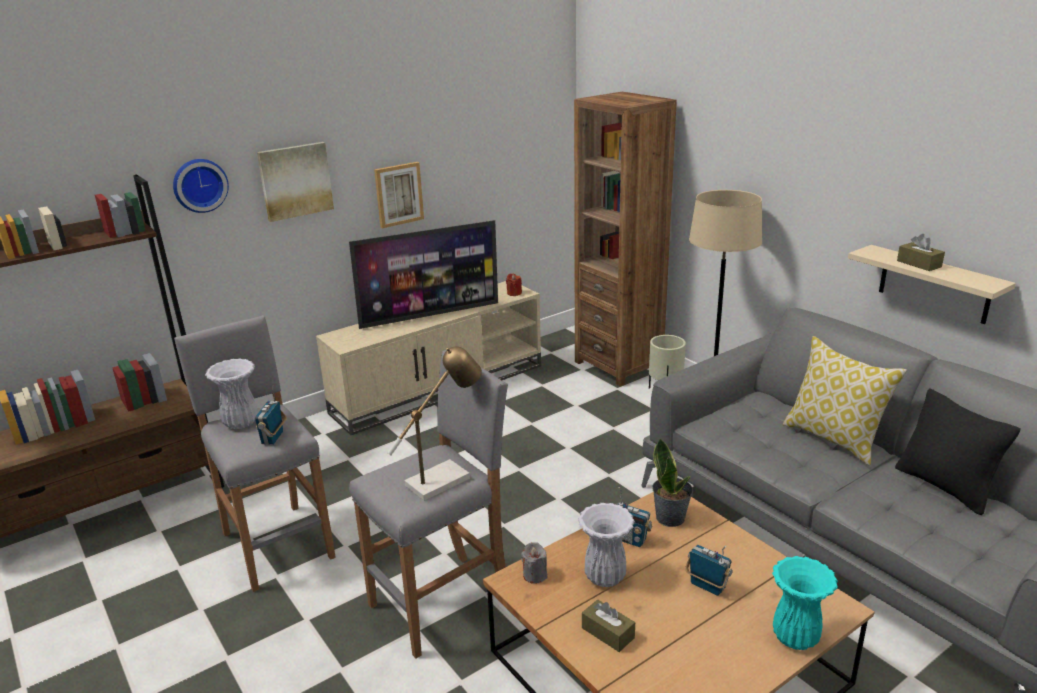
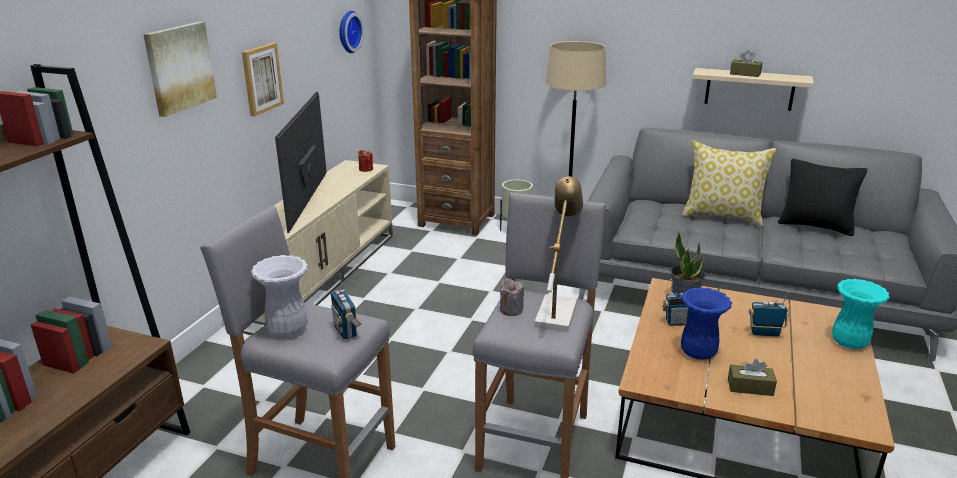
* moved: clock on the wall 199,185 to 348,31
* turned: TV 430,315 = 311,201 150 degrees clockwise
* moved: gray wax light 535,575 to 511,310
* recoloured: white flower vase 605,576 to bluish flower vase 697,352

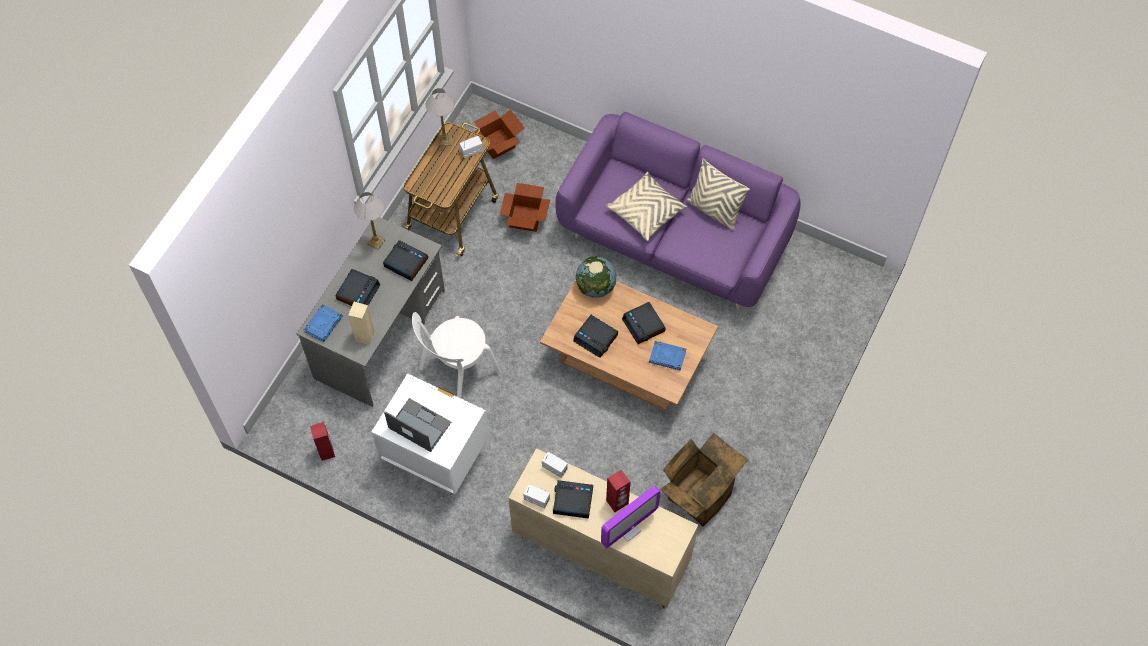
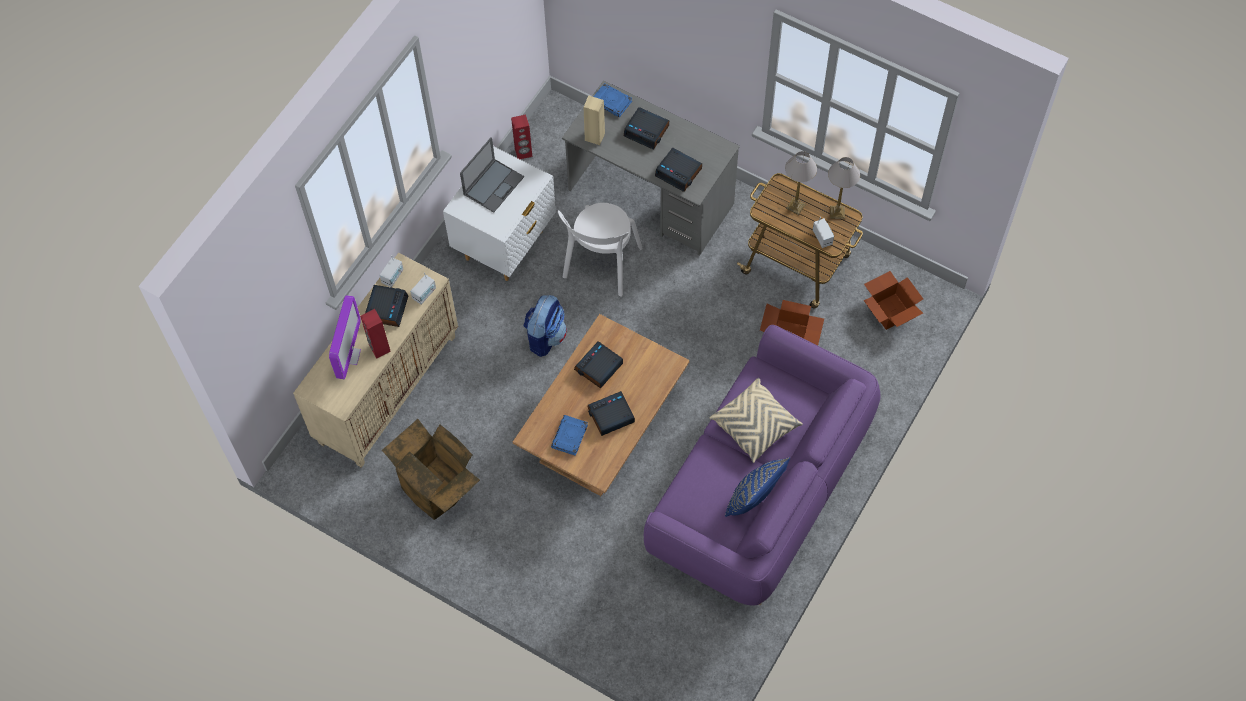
* moved: table lamp 375,242 to 795,206
* turned: bedside clock 405,263 = 679,172 90 degrees clockwise
* turned: white upright chair 457,373 = 601,265 120 degrees counterclockwise
* removed: globe 595,287
* turned: computer screen 628,529 = 349,356 135 degrees counterclockwise
* recoloured: beige-coloured throw pillow 714,210 to bluish throw pillow 754,498
* added: knapsack 545,336

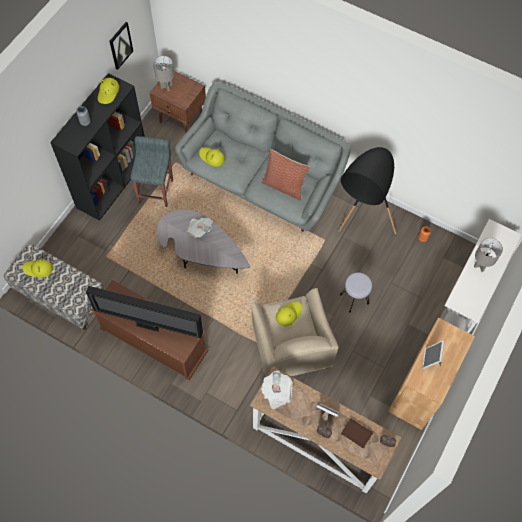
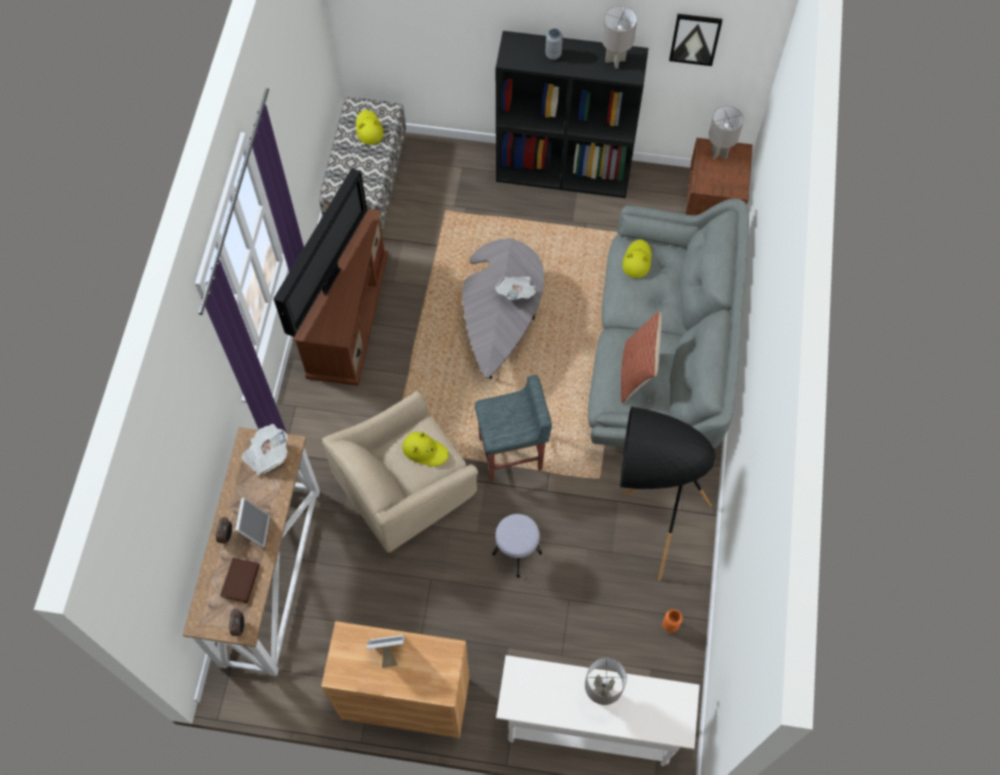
* turned: TV 149,326 = 330,279 150 degrees counterclockwise
* replaced: yellow clothing hat 108,92 to gray table lamp 615,60
* moved: gray stool seat 156,191 to 511,454

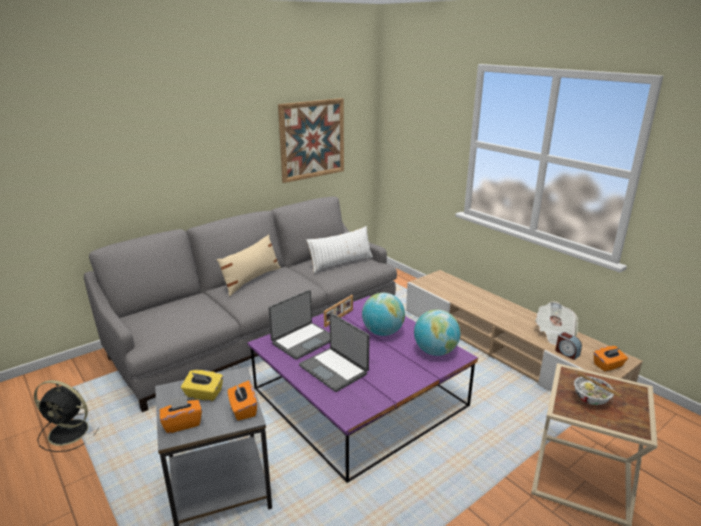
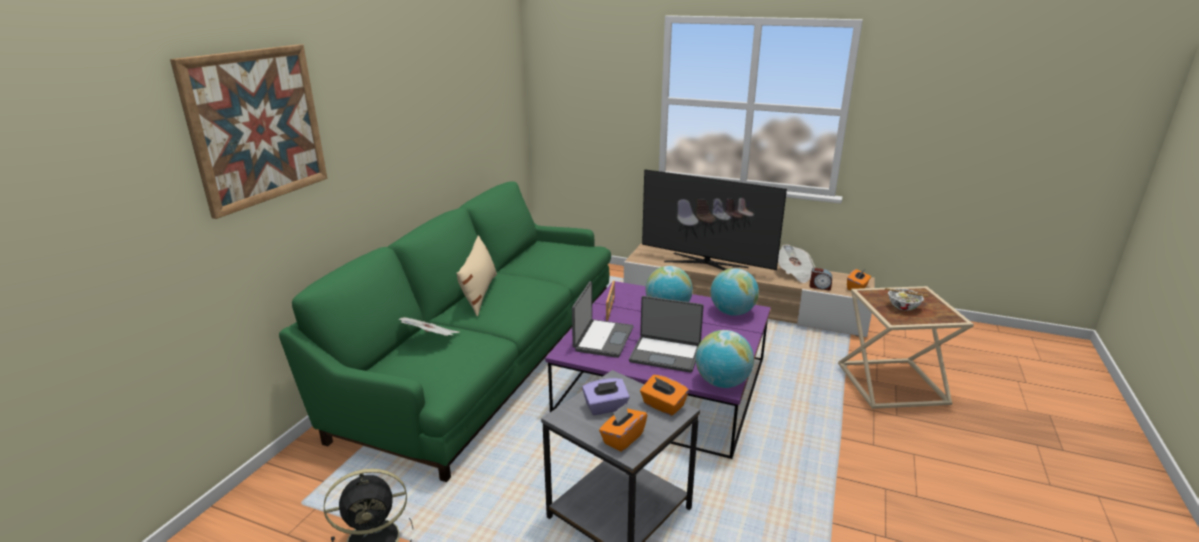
* recoloured: gray settee 260,329 to greenish settee 486,355
* recoloured: yellow tissue holder 203,394 to purple tissue holder 605,407
* moved: wall picture 312,139 to 257,127
* removed: white throw pillow 341,263
* added: printed paper 431,340
* added: TV 706,264
* added: globe 722,382

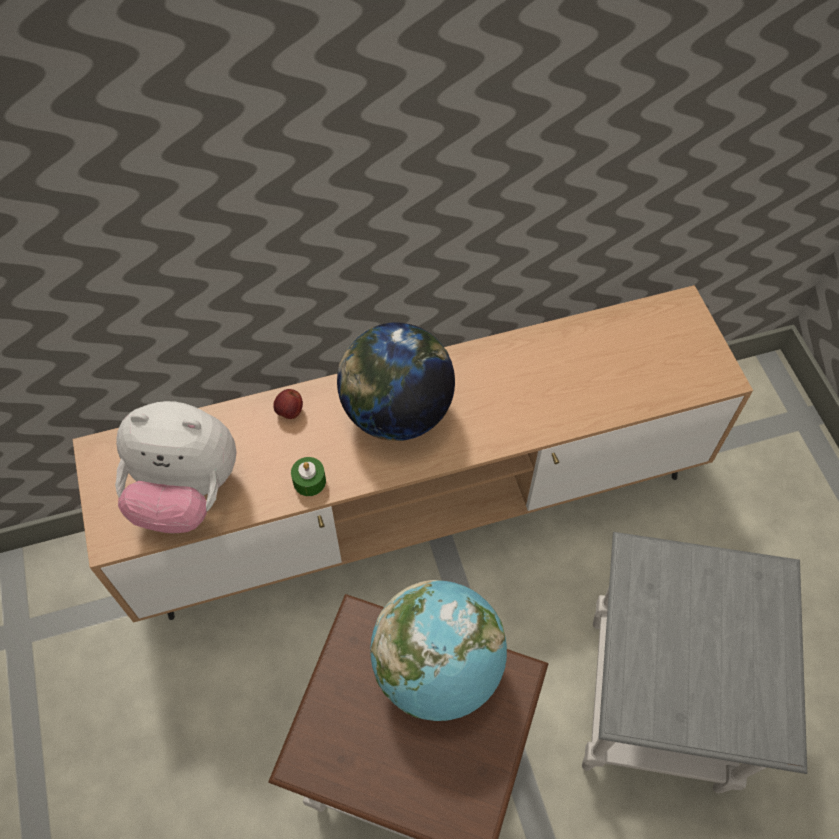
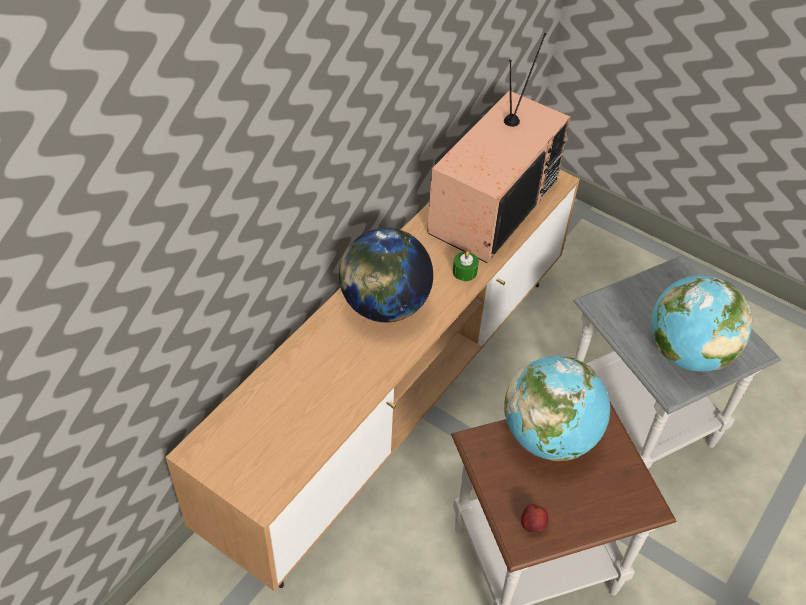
* removed: soft toy 185,492
* moved: whole apple 289,412 to 533,525
* moved: greenish wax light 309,481 to 464,271
* added: TV 492,204
* added: globe 687,352

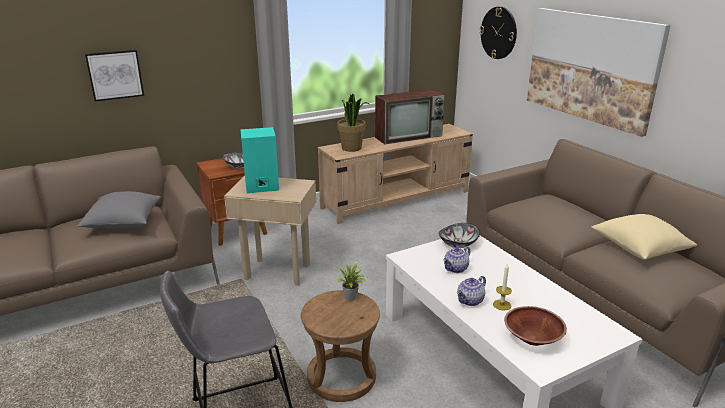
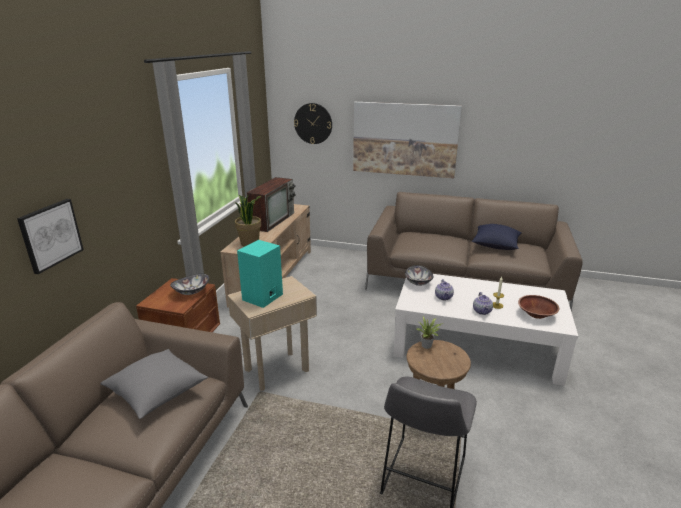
* recoloured: beige-coloured throw pillow 639,249 to bluish throw pillow 495,245

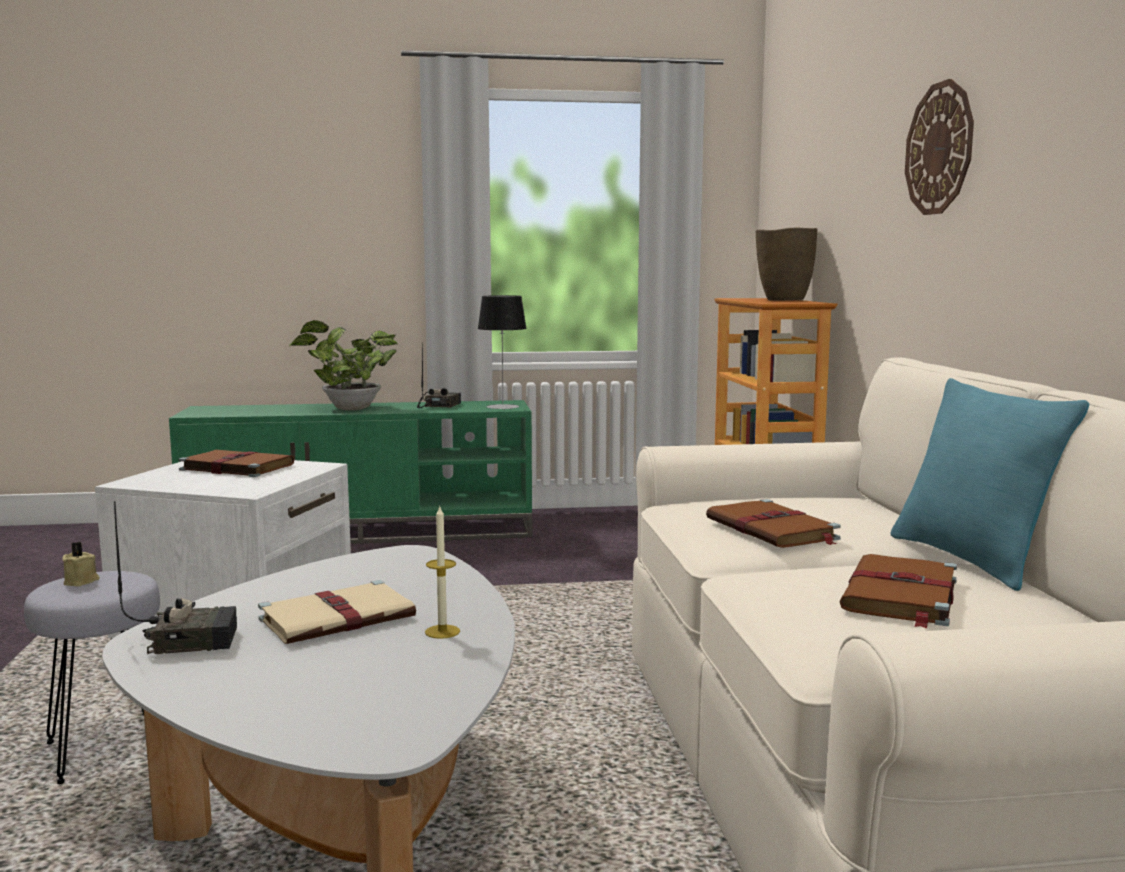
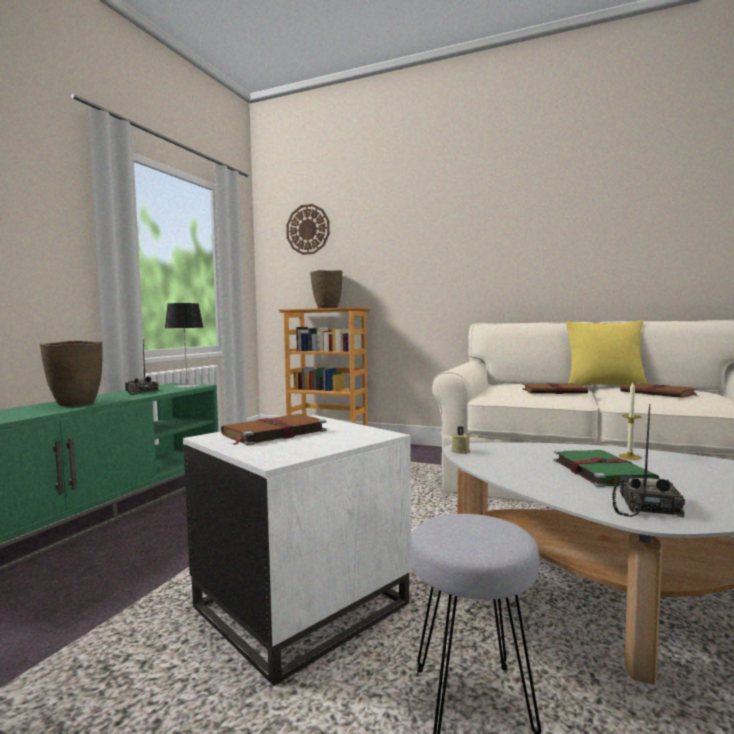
* moved: beige-coloured wax light 82,581 to 460,451
* recoloured: beige-coloured volume 340,618 to greenish volume 600,471
* replaced: houseplant 348,409 to brownish flower vase 76,403
* recoloured: blue-green throw pillow 970,559 to yellow throw pillow 604,386
* moved: clock on the wall 939,148 to 308,229

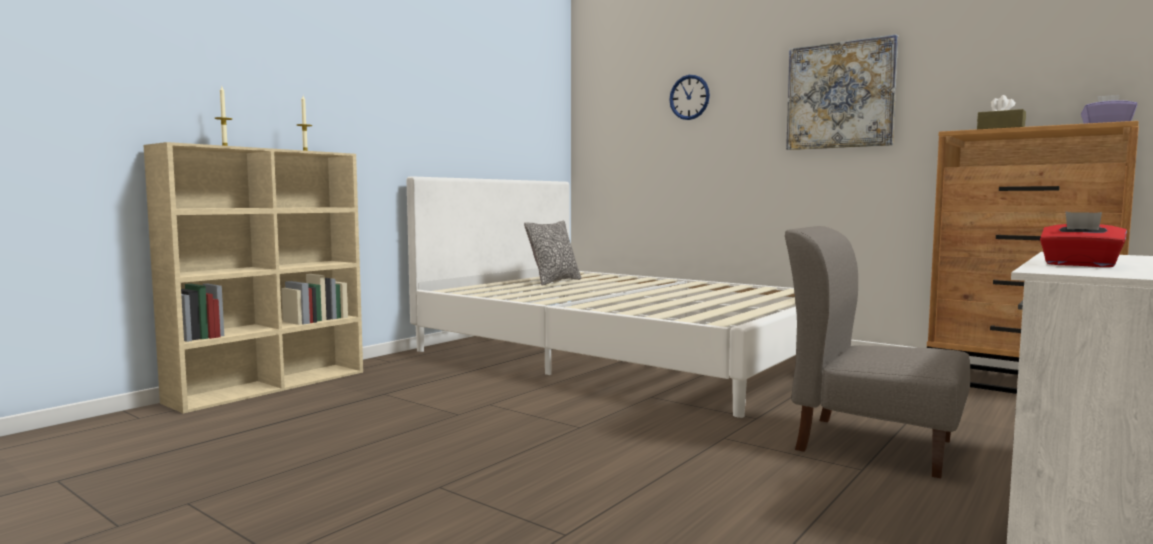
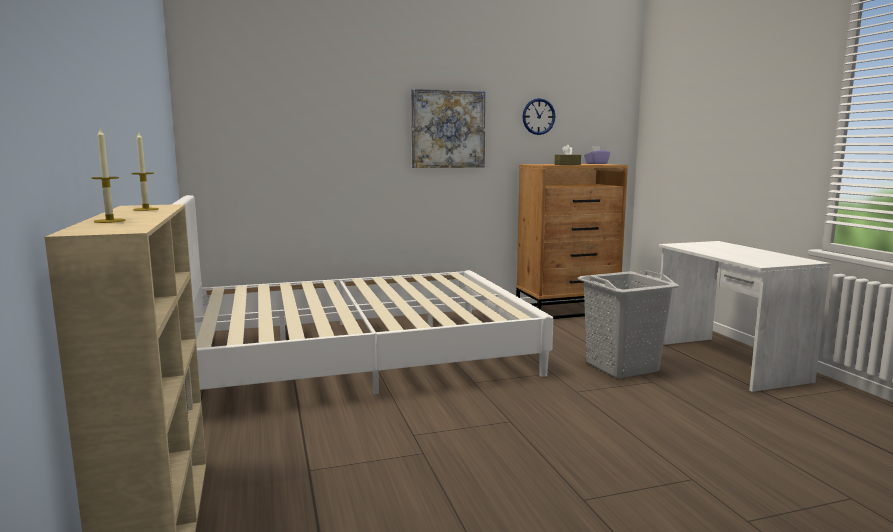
* removed: throw pillow 554,281
* moved: clock on the wall 689,97 to 538,116
* replaced: gray upright chair 872,444 to gray hamper 621,367
* removed: reddish tissue holder 1080,265

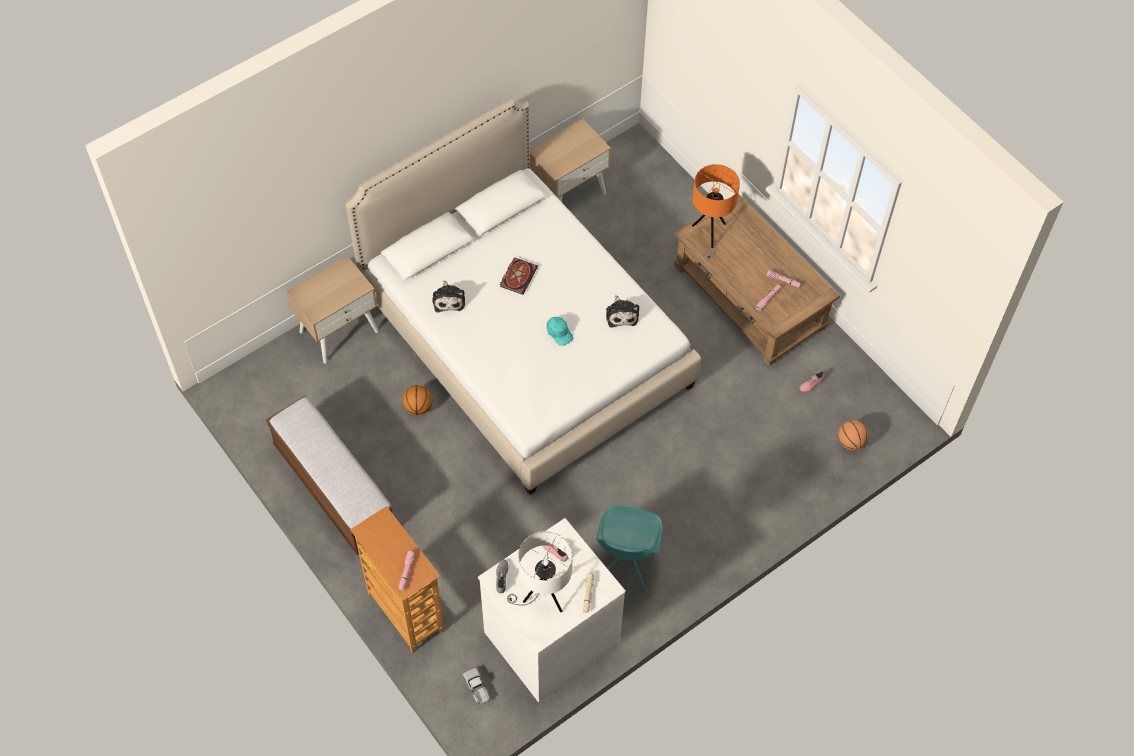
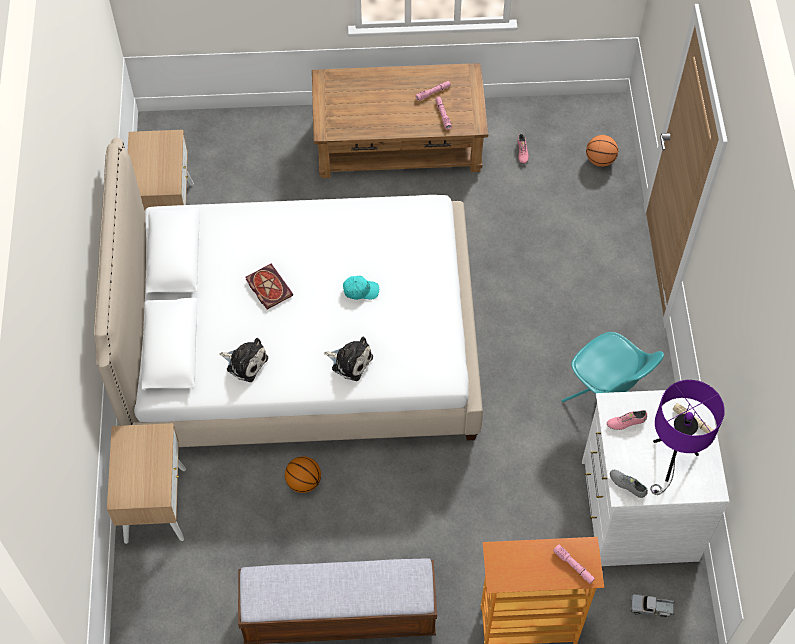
* recoloured: white table lamp 542,597 to purple table lamp 671,461
* moved: soft toy 621,314 to 350,361
* removed: orange-coloured table lamp 709,234

